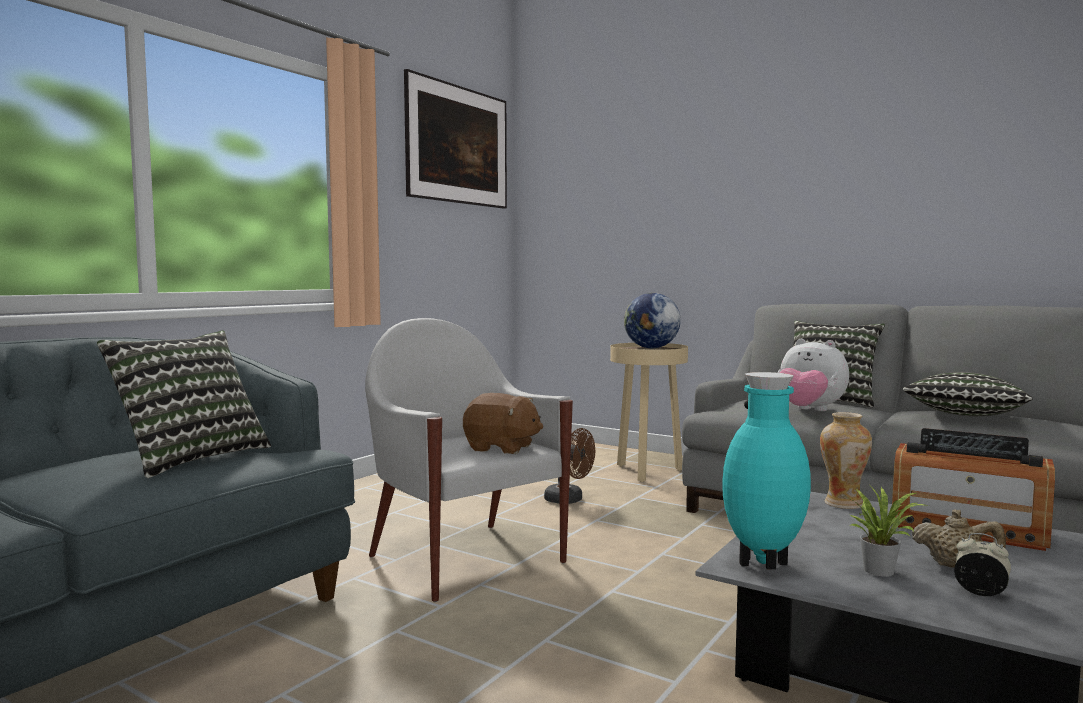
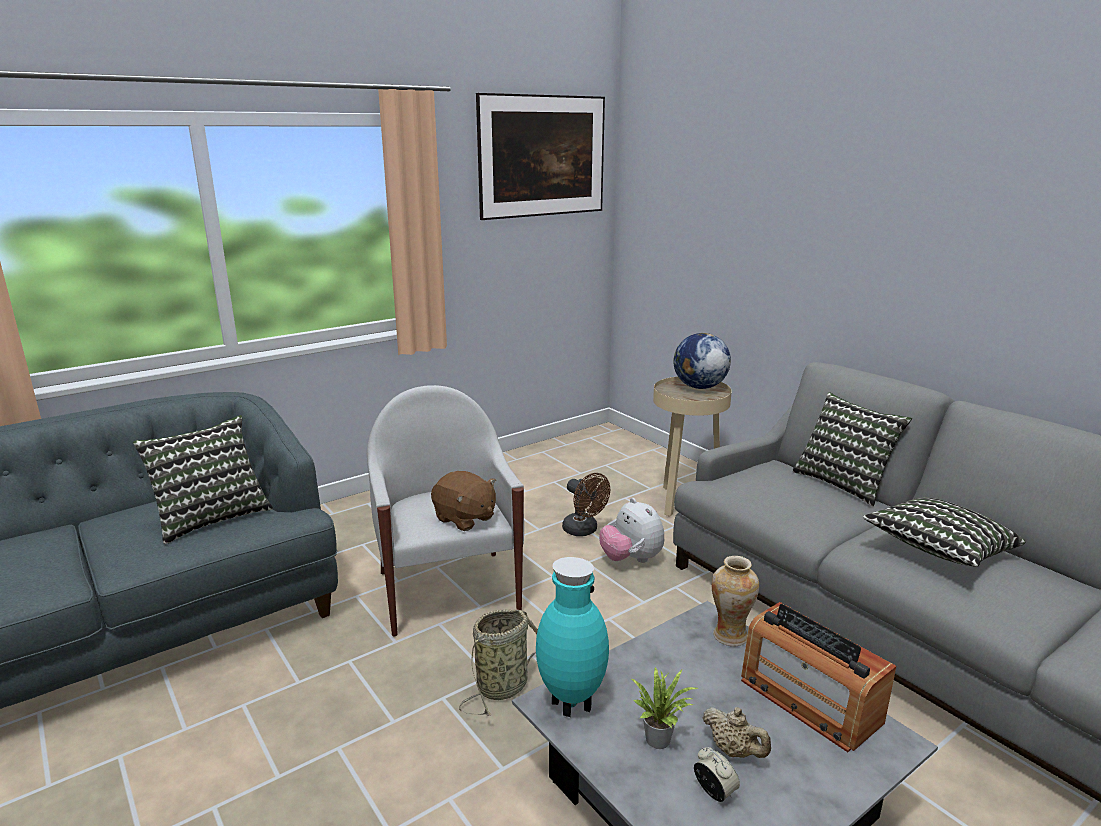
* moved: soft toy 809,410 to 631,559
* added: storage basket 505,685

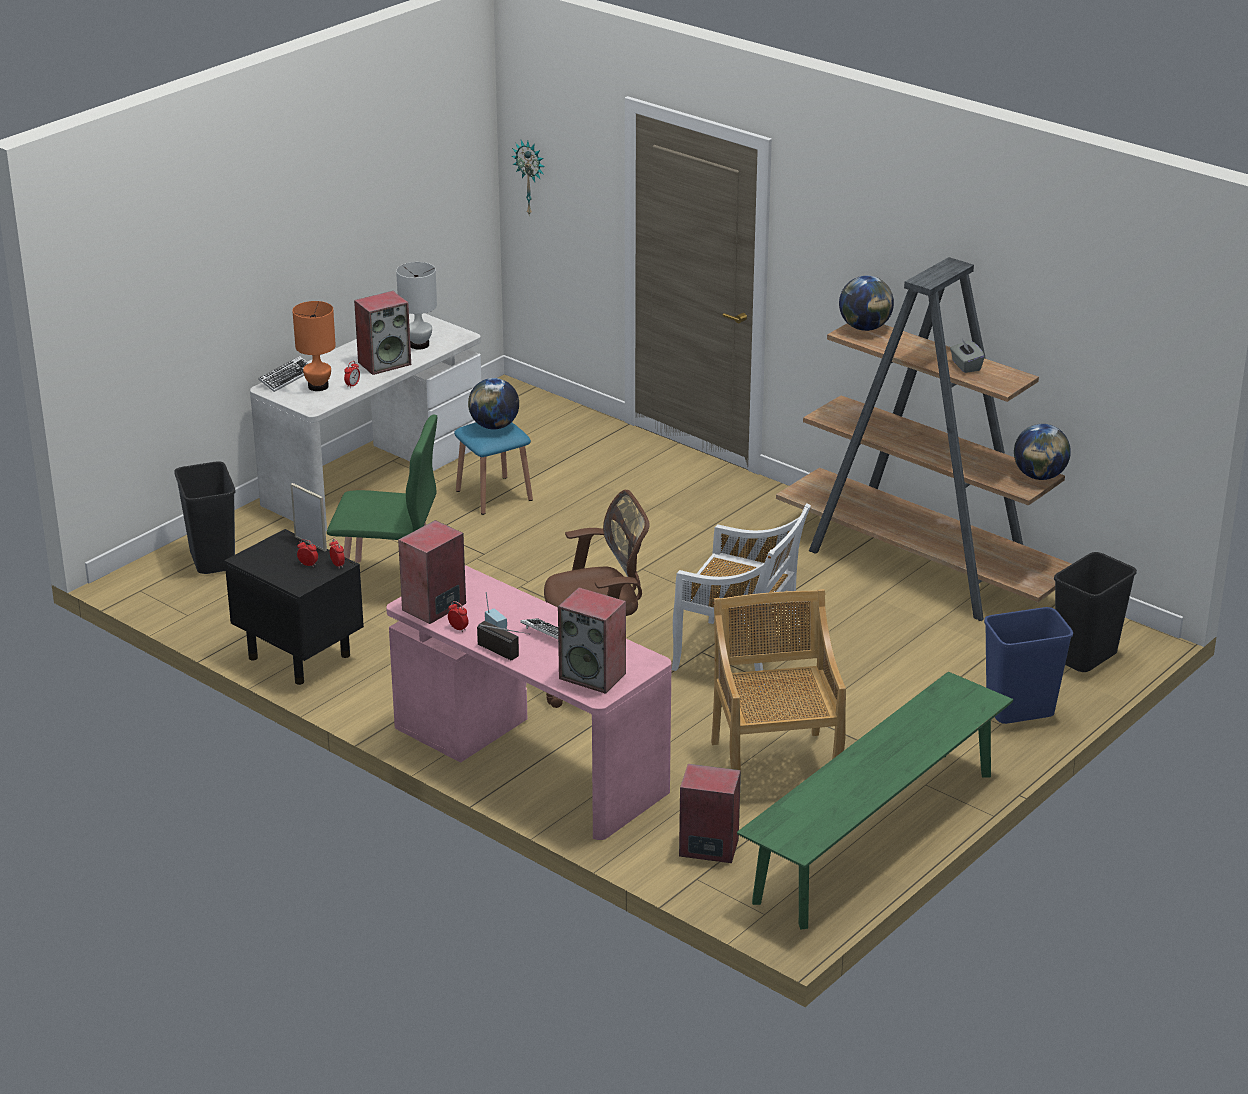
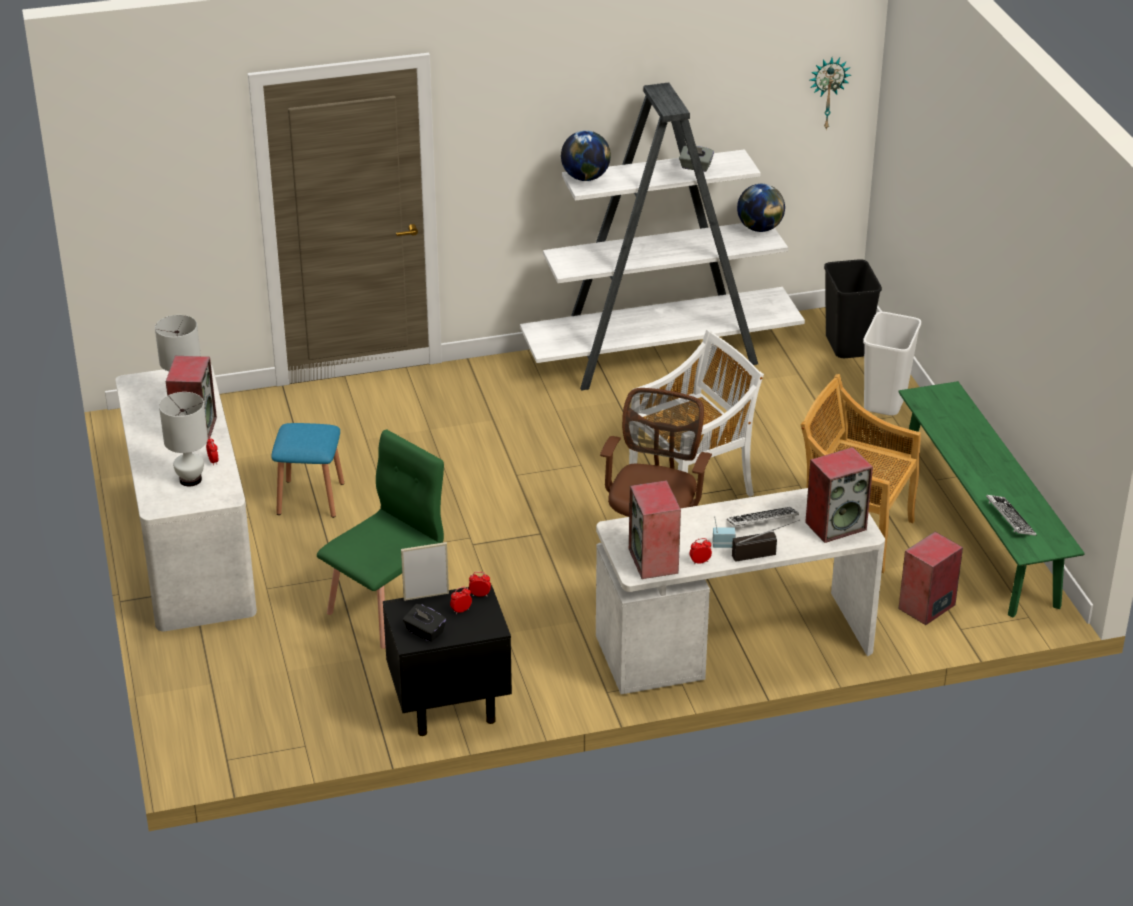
* removed: black-coloured trash can 211,560
* moved: computer keyboard 286,378 to 1010,519
* recoloured: orange-coloured table lamp 318,386 to white table lamp 190,479
* recoloured: pink desk 528,761 to white desk 734,645
* removed: globe 494,426
* moved: clock on the wall 530,177 to 827,92
* recoloured: brownish shelving unit 922,568 to white shelving unit 662,355
* recoloured: bluish trash can 1019,712 to white trash can 886,402
* added: black-coloured tissue holder 424,632

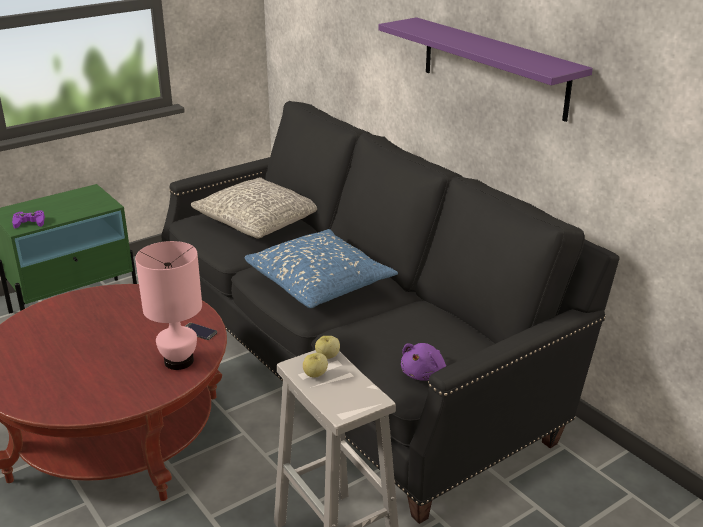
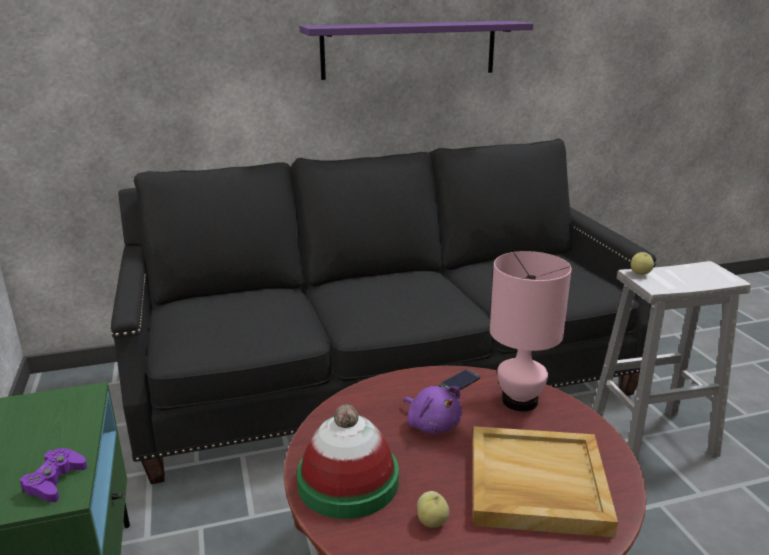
* removed: gray throw pillow 260,221
* removed: bluish throw pillow 320,283
* moved: whole apple 315,374 to 432,521
* moved: purple soft toy 424,374 to 432,424
* added: clothing hat 348,482
* added: beige-coloured serving tray 536,484

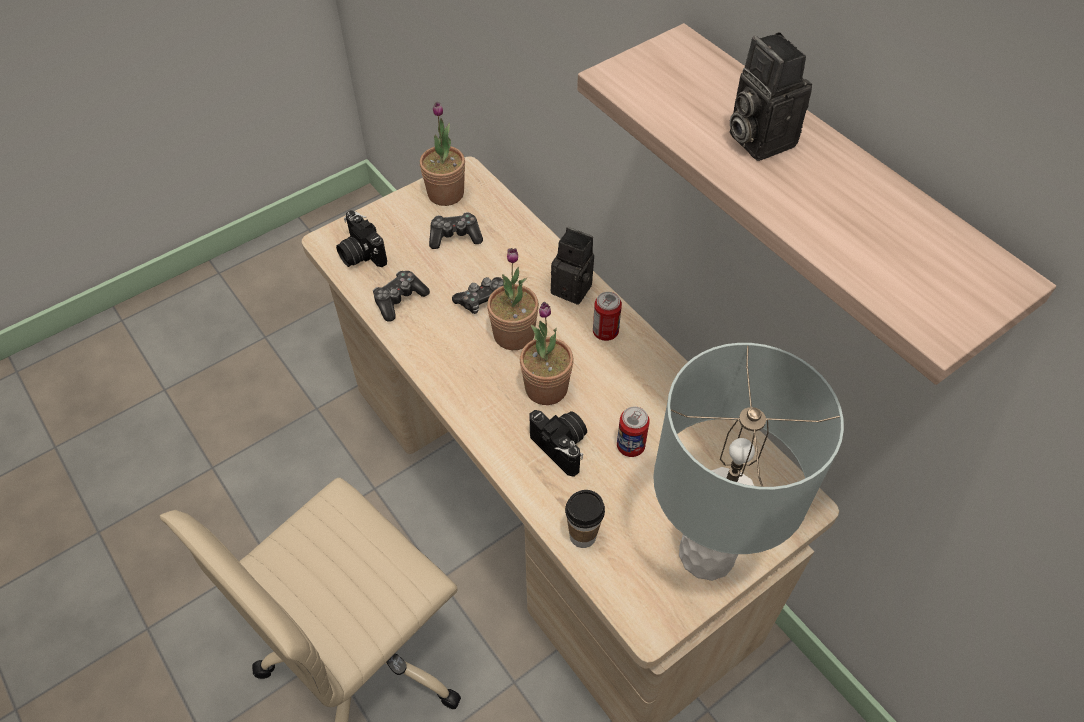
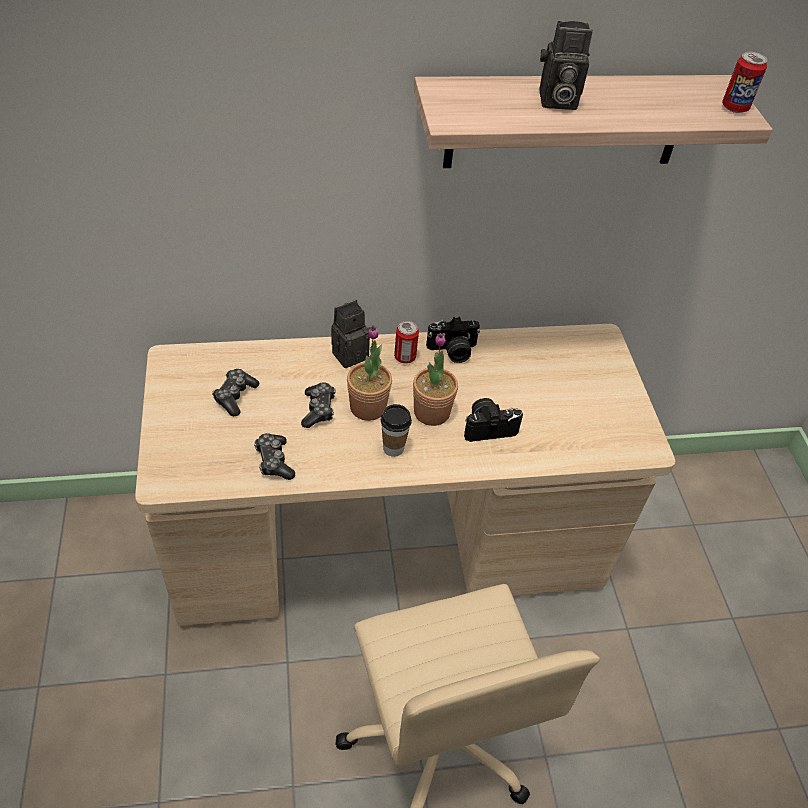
* moved: still camera 360,254 to 452,351
* removed: houseplant 445,193
* moved: cup 582,536 to 393,448
* moved: can 630,446 to 735,108
* removed: gray table lamp 707,554

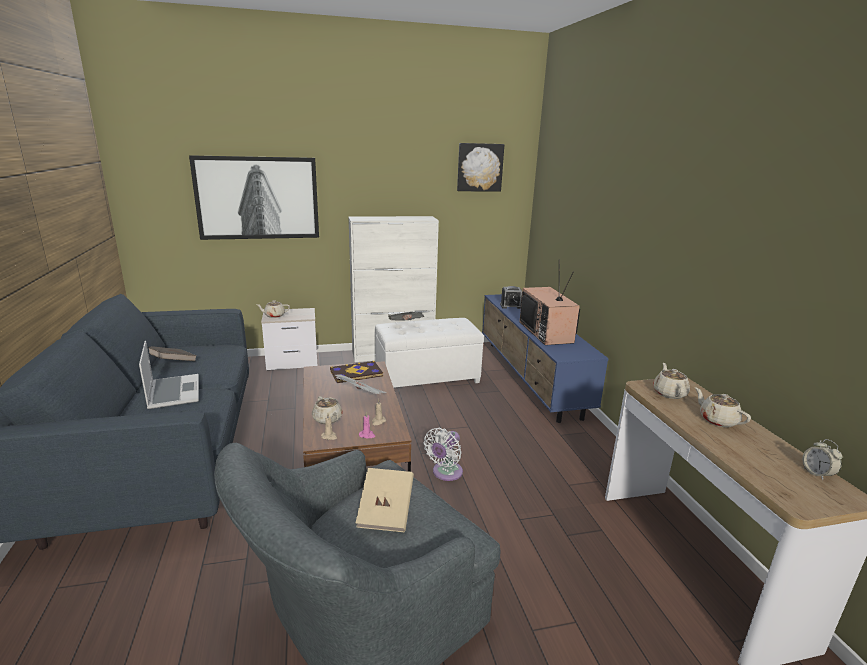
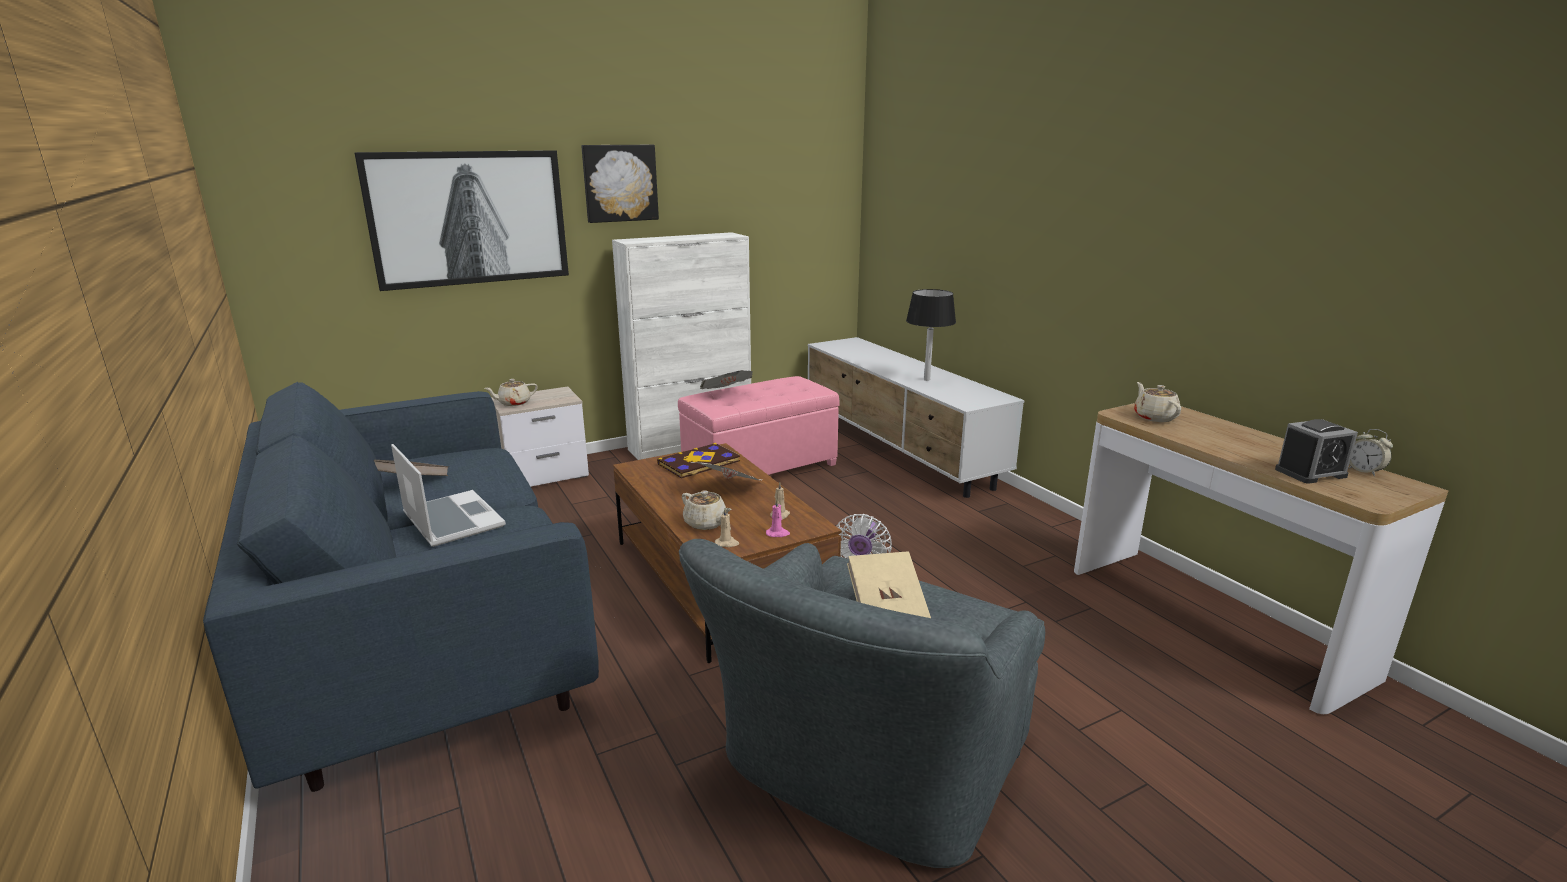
* recoloured: white footrest 427,377 to pink footrest 759,467
* moved: wall picture 479,167 to 620,183
* recoloured: bluish media console 530,377 to white media console 898,449
* moved: bedside clock 510,306 to 1310,473
* replaced: TV 547,332 to black-coloured table lamp 927,379
* removed: beige-coloured teapot 717,420

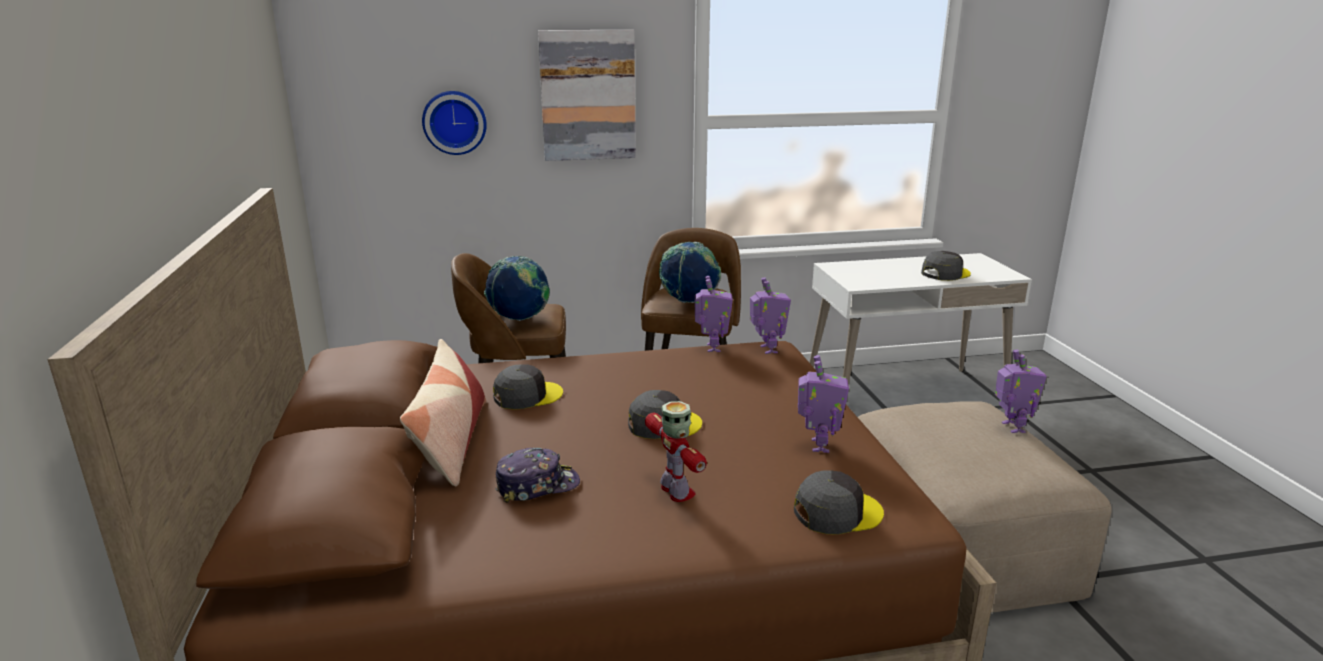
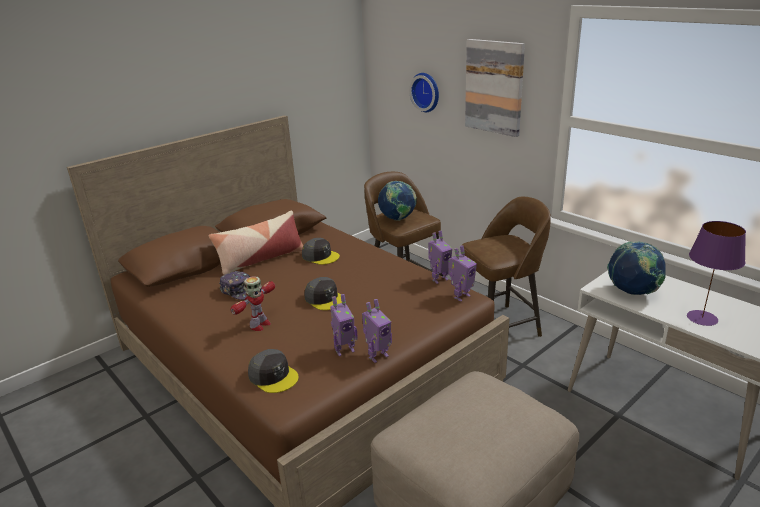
* moved: globe 689,301 to 633,292
* replaced: gray baseball cap 945,273 to purple table lamp 701,317
* moved: toy robot 1011,427 to 378,356

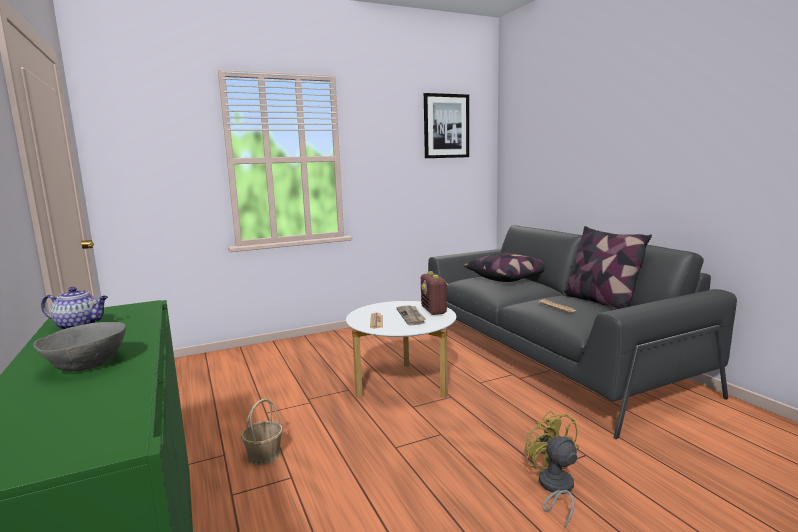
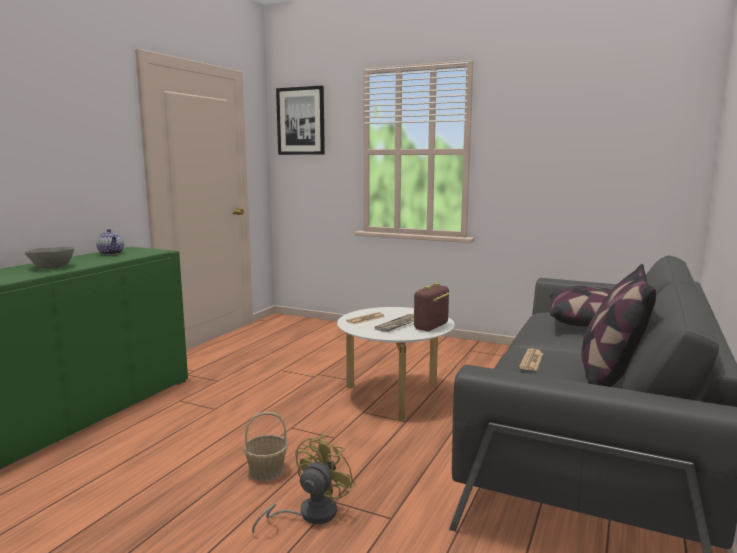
* moved: storage basket 264,455 to 266,471
* moved: wall picture 446,126 to 301,121

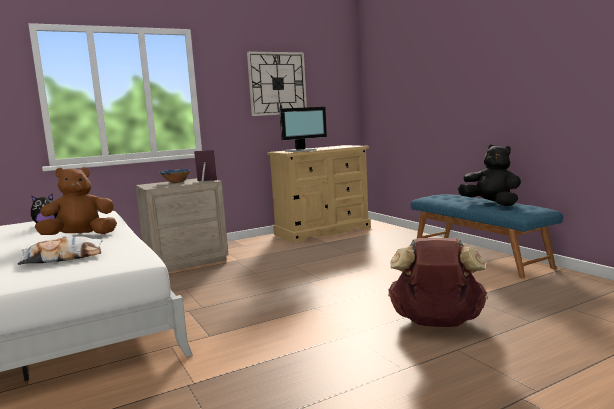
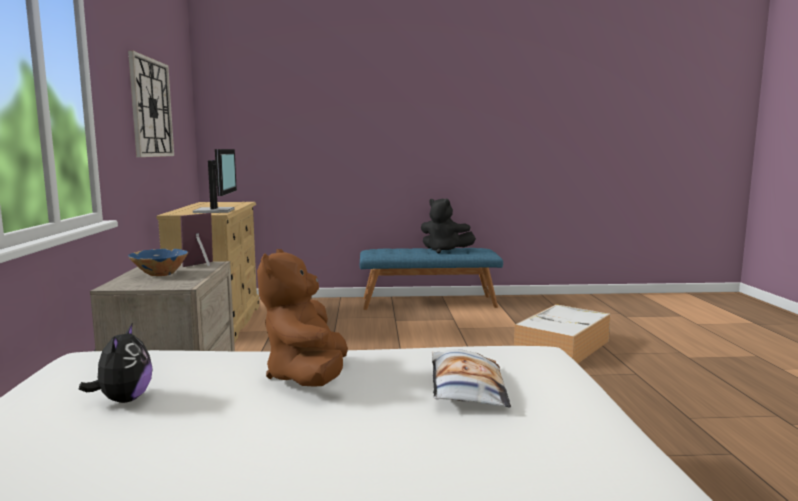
* replaced: brownish knapsack 436,324 to storage bin 562,347
* turned: black-coloured soft toy 491,204 = 444,251 135 degrees counterclockwise

